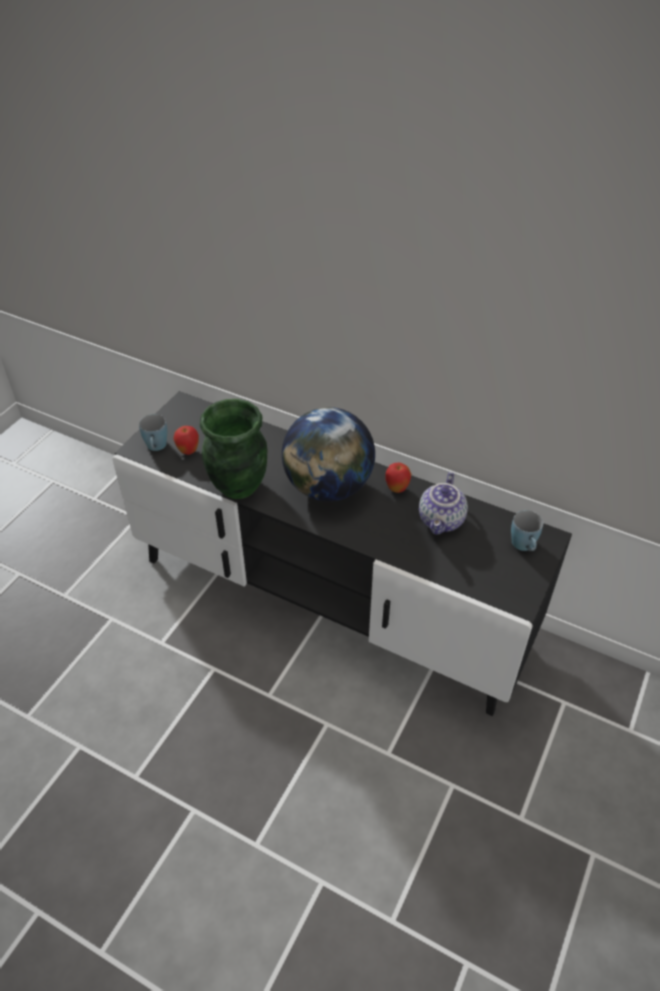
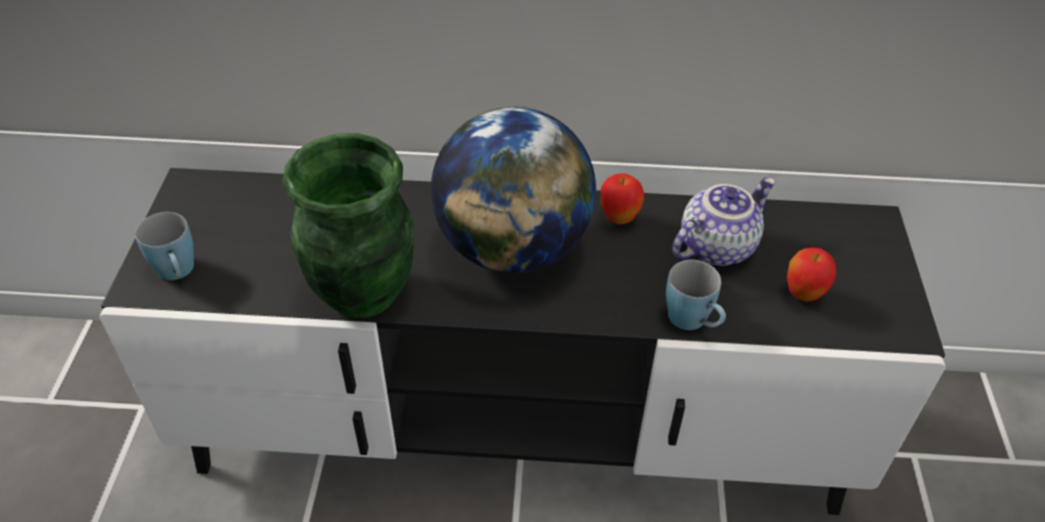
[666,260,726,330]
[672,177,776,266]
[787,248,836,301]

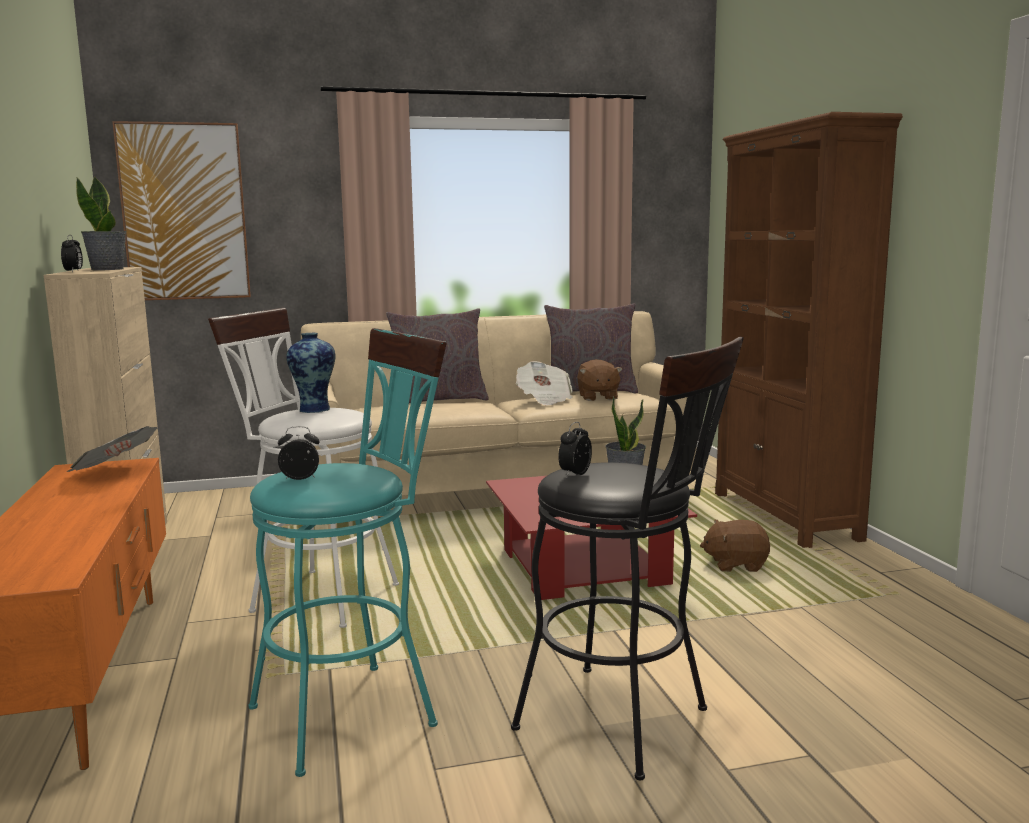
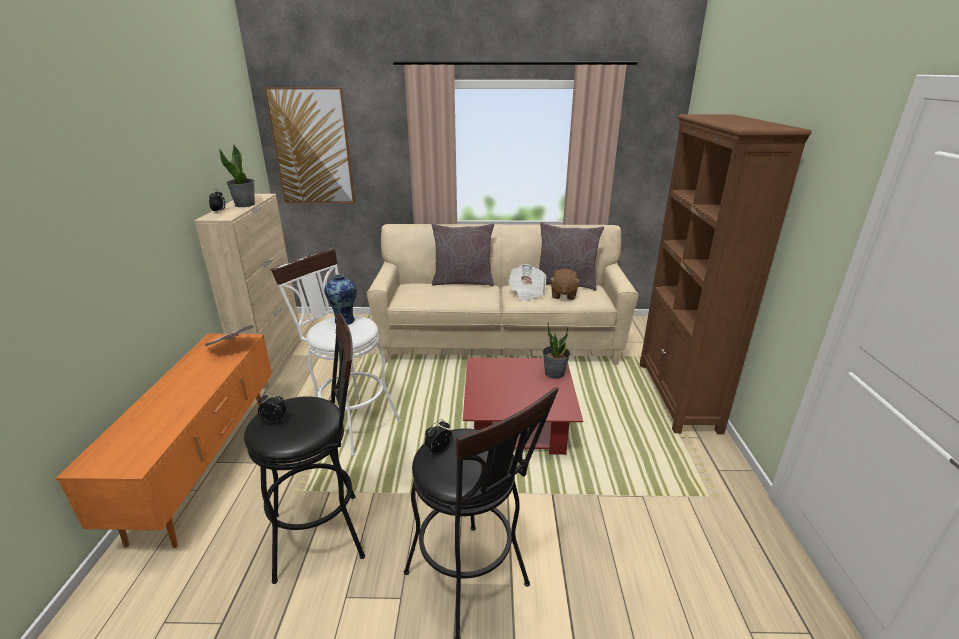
[244,313,365,584]
[700,520,770,572] (first image)

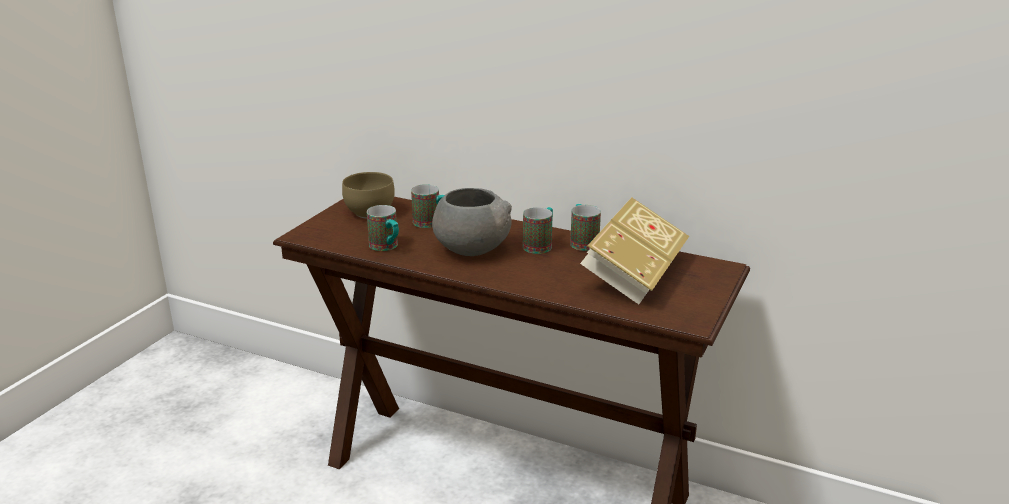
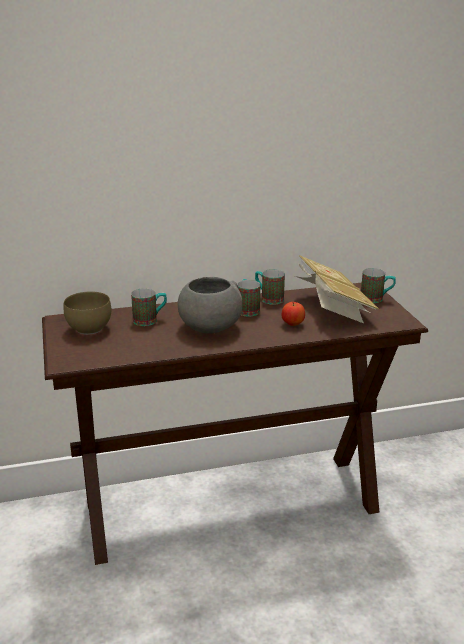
[282,302,305,326]
[361,268,396,303]

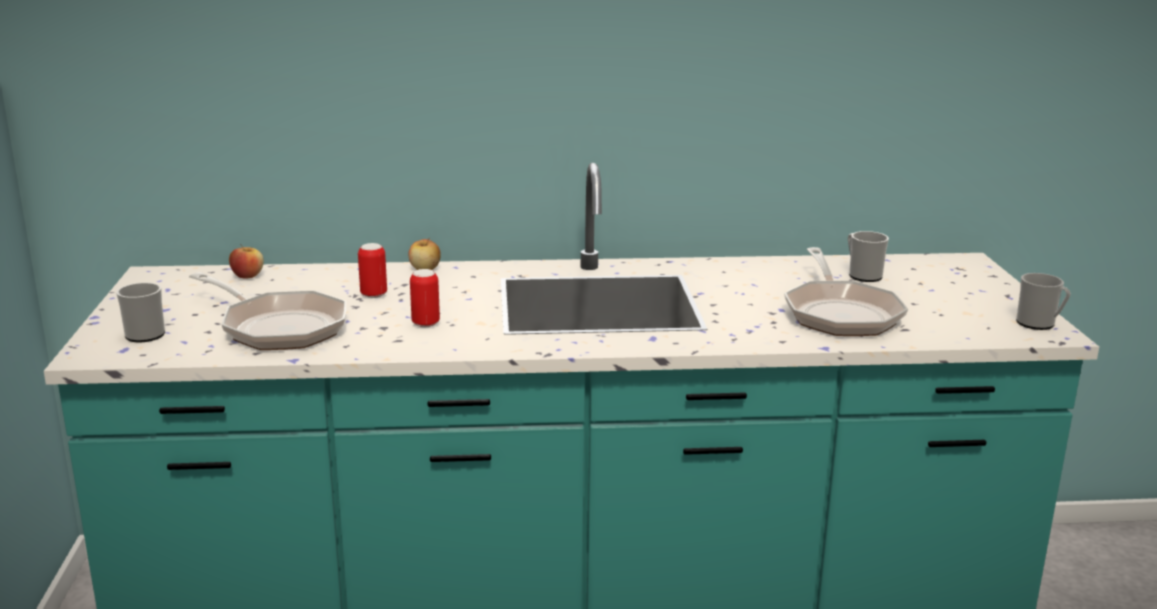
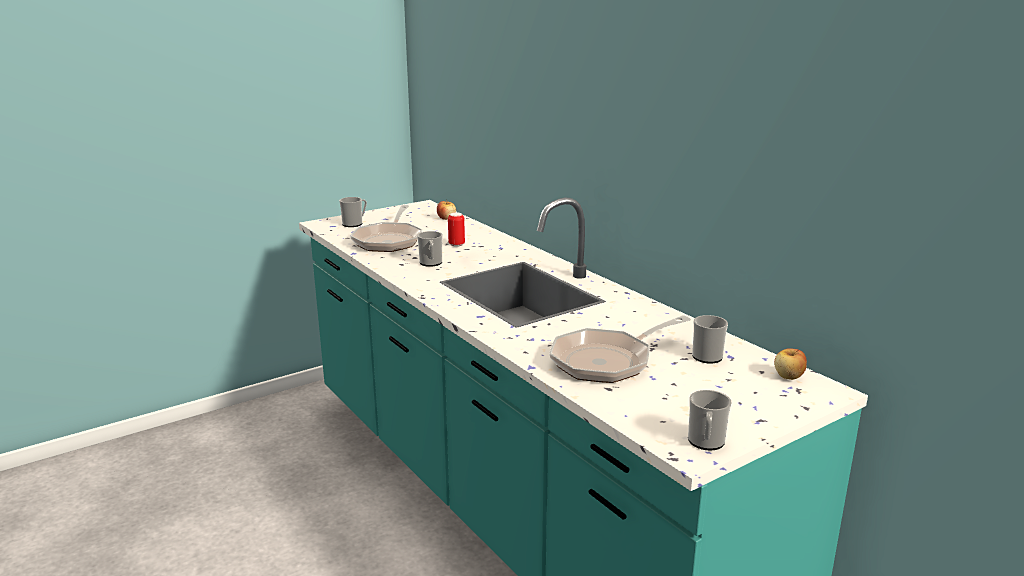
[417,231,443,267]
[774,348,807,380]

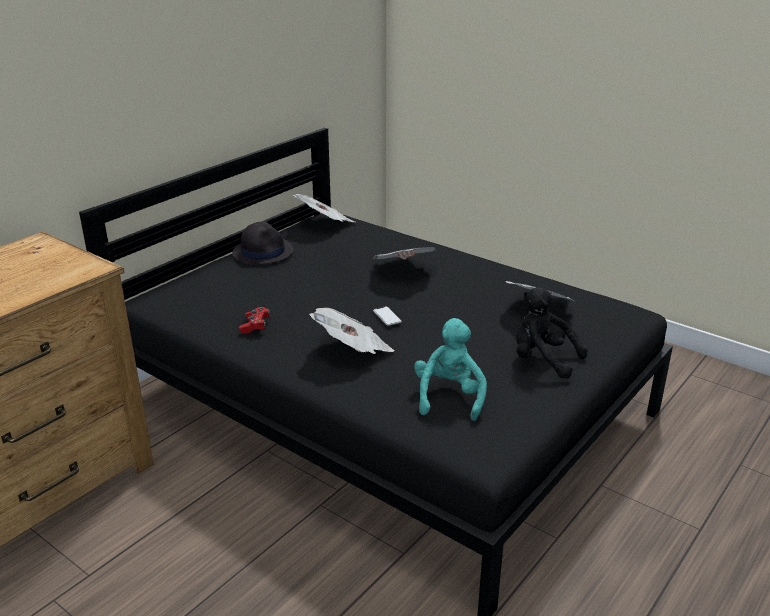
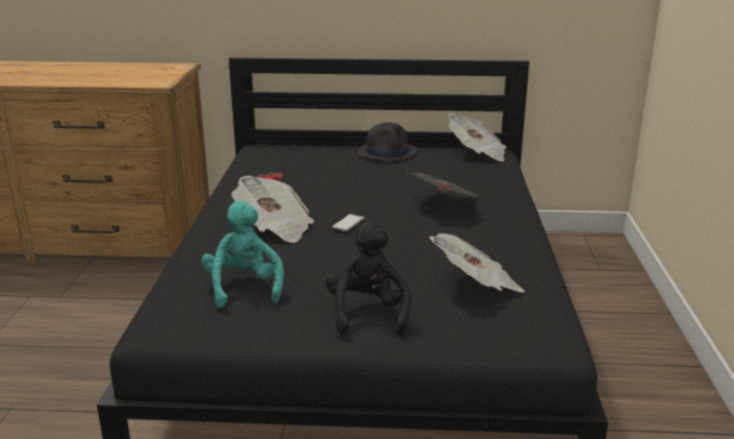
[201,201,284,308]

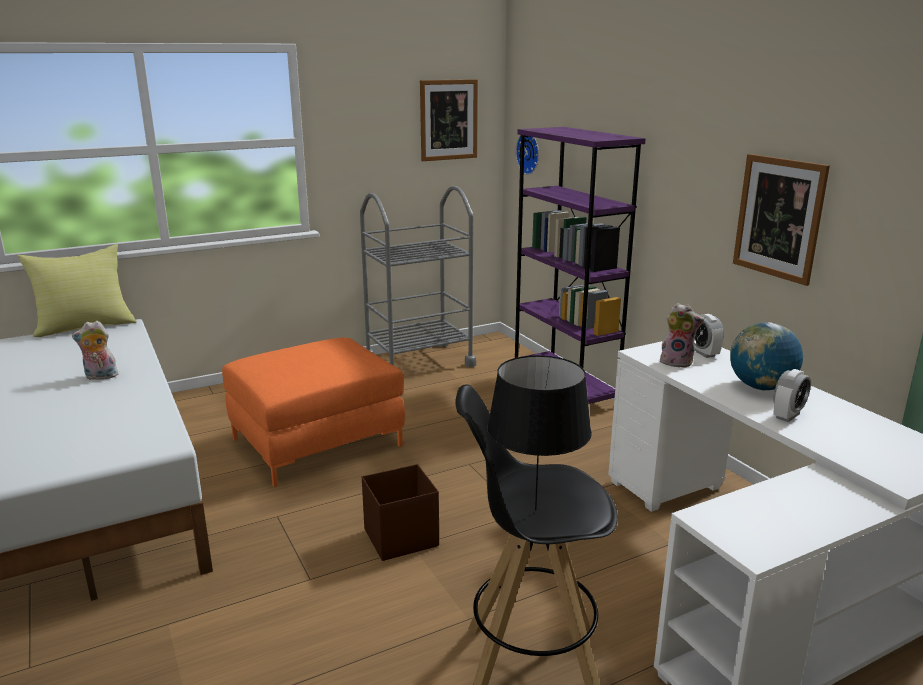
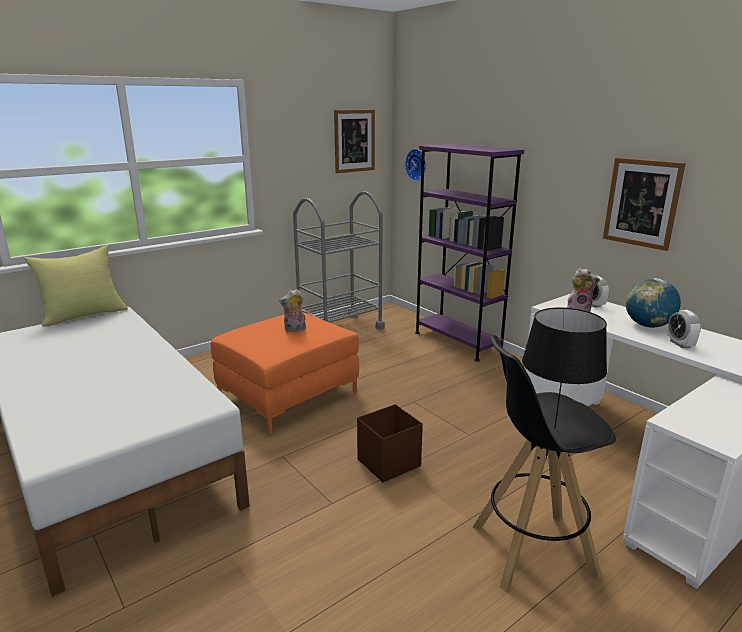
[279,289,306,332]
[667,310,701,348]

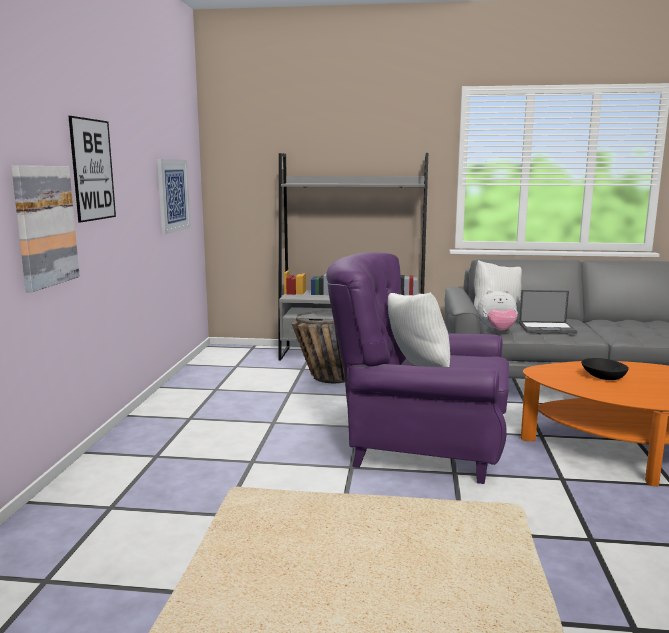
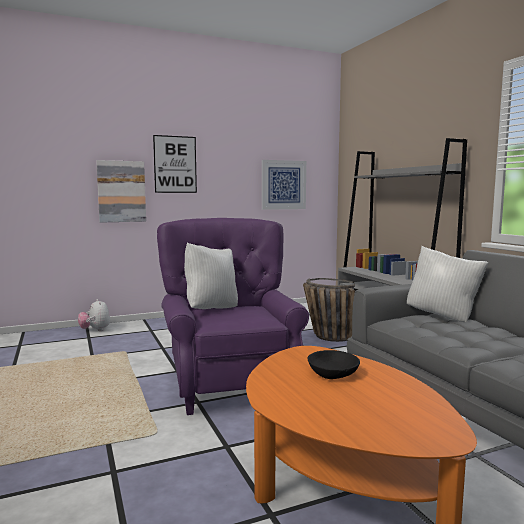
[78,299,110,331]
[519,290,577,334] (first image)

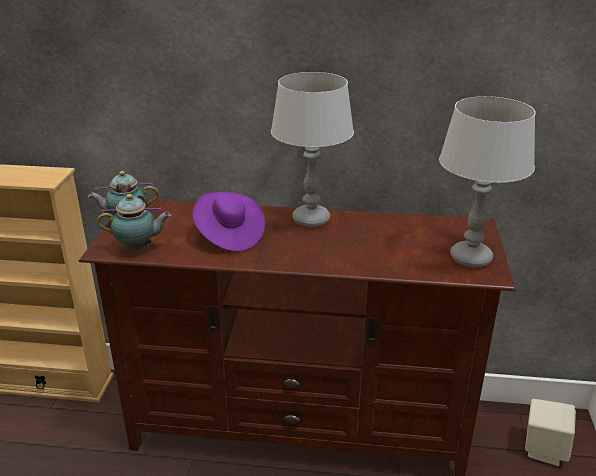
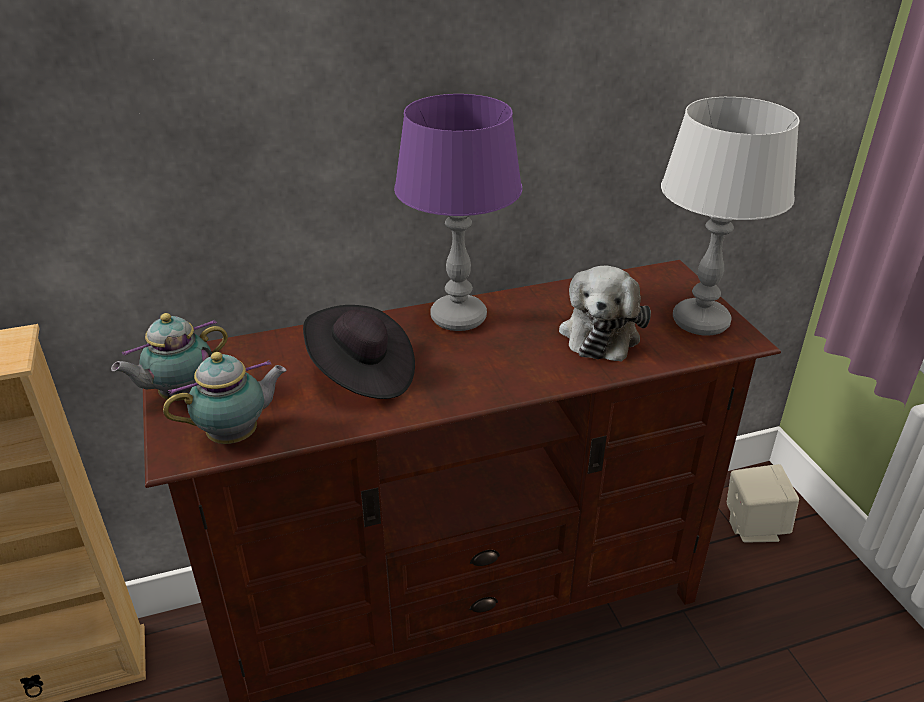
[303,305,415,399]
[394,94,522,331]
[559,265,651,362]

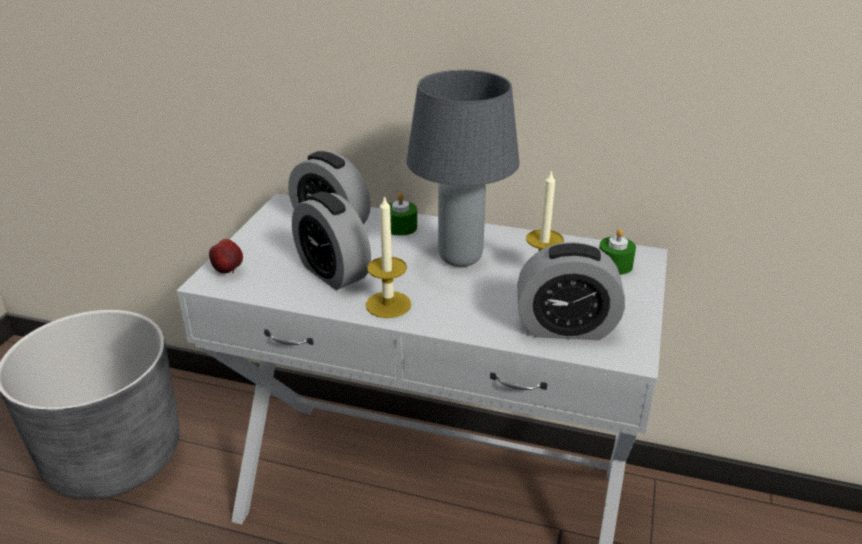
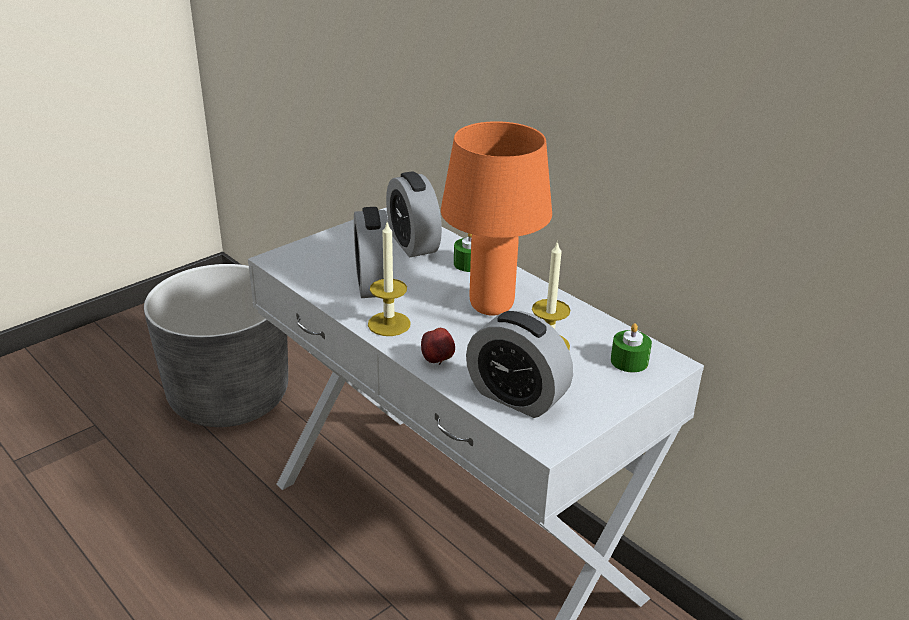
[421,328,455,365]
[441,121,552,316]

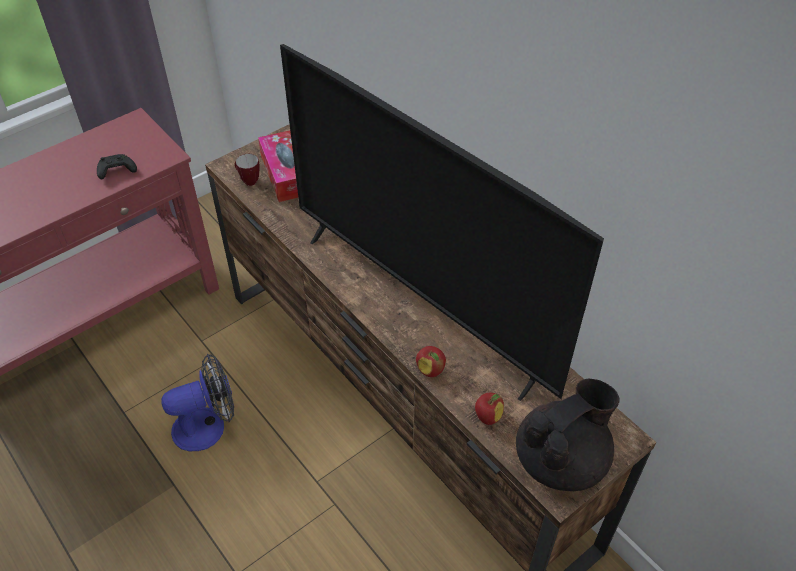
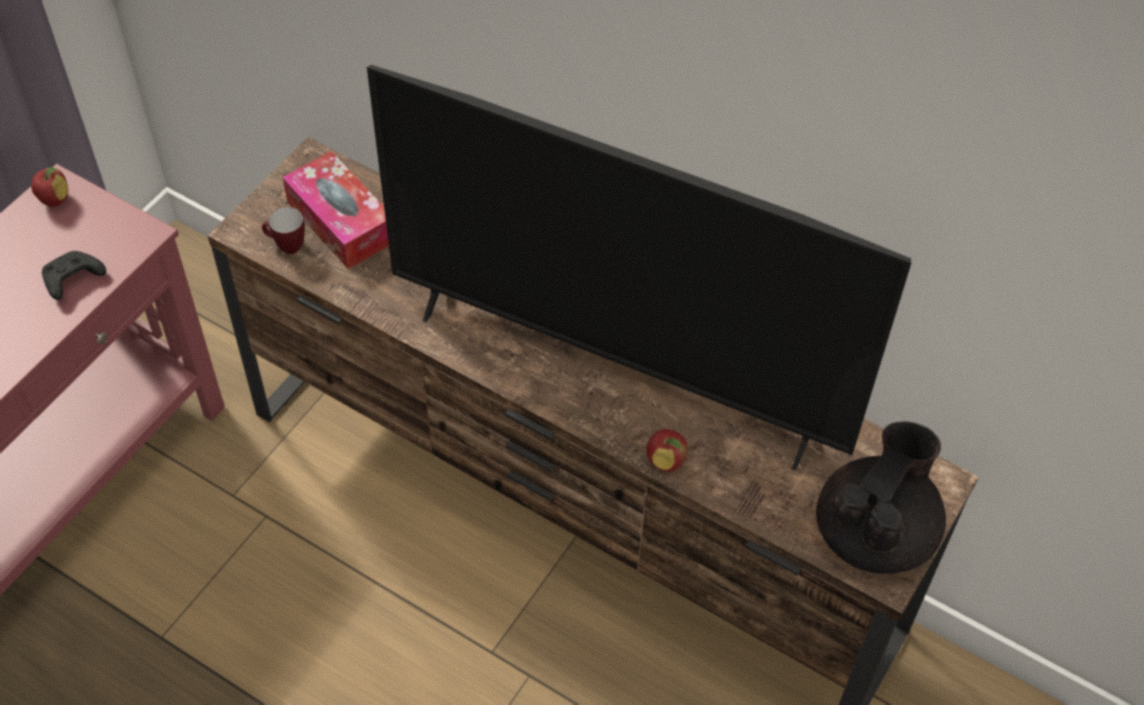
[31,167,68,207]
[161,354,234,451] (first image)

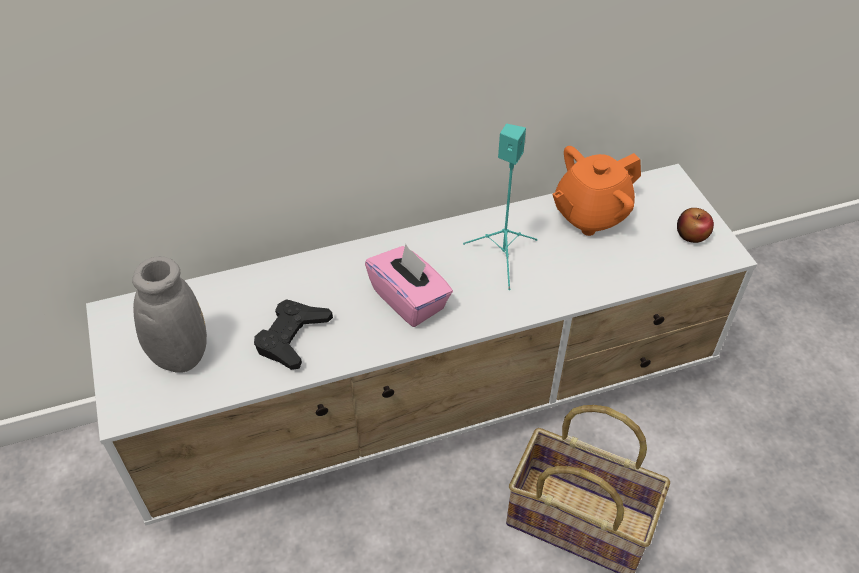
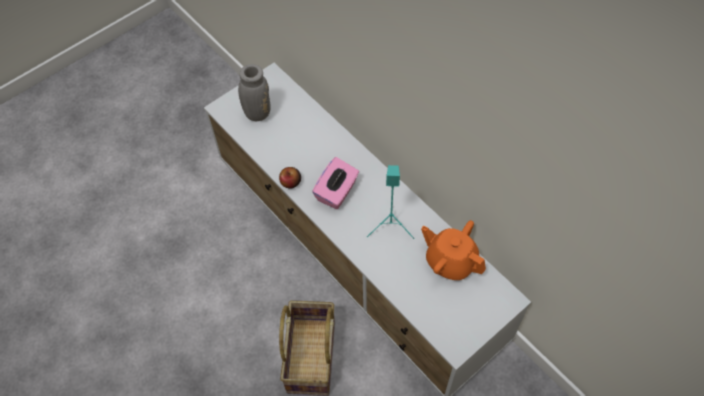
[279,167,301,188]
[254,299,333,370] (first image)

